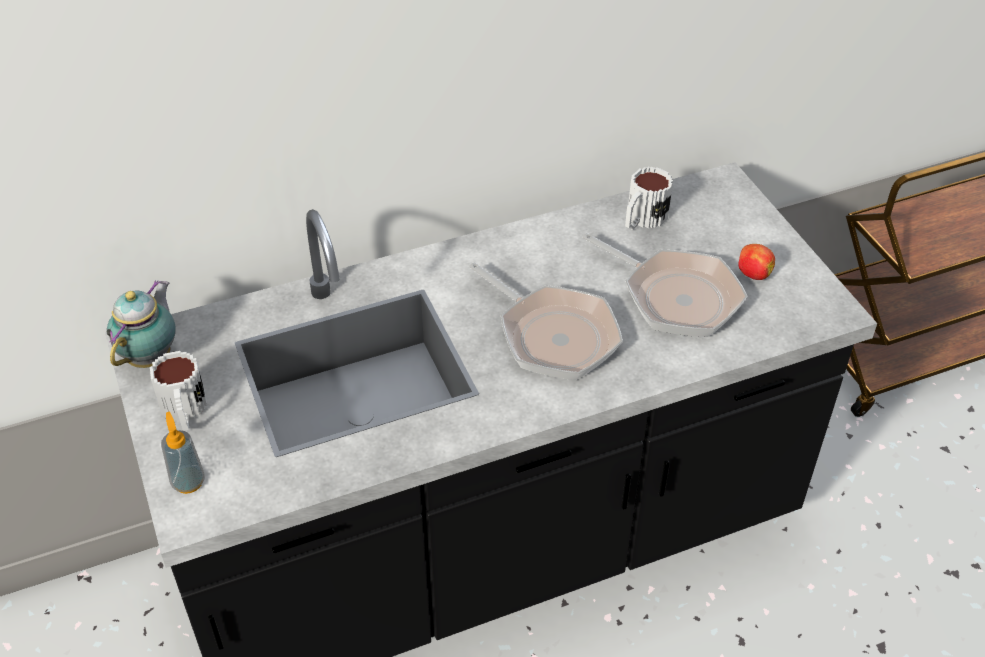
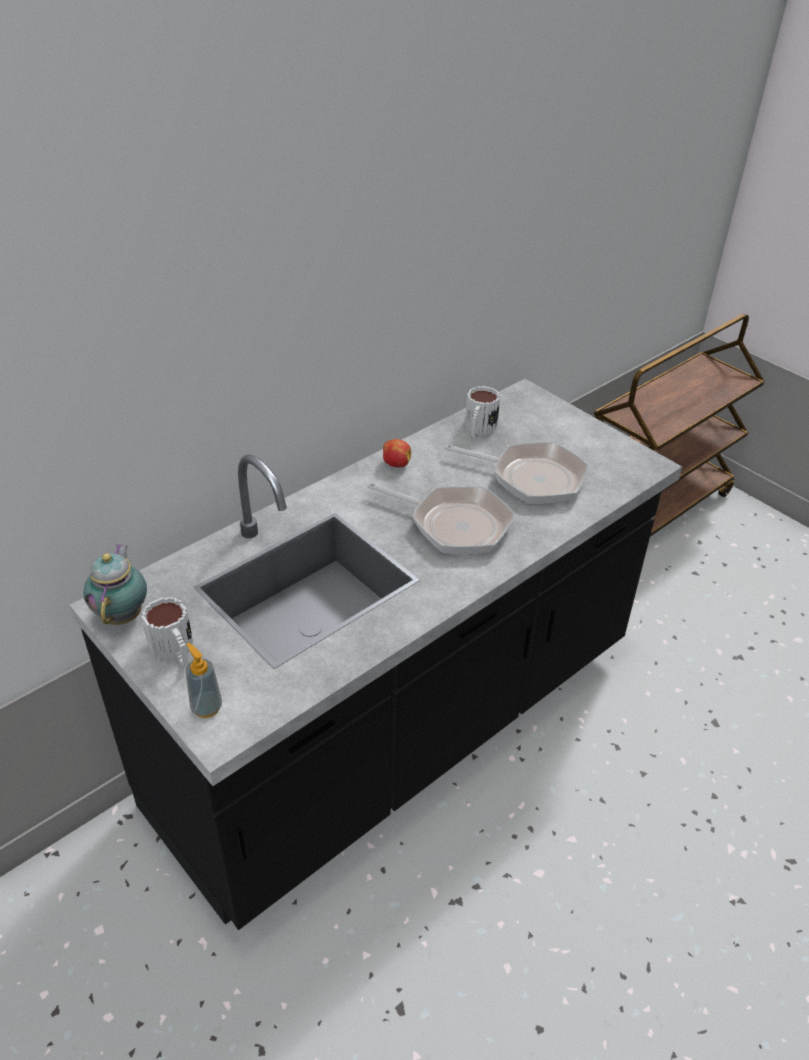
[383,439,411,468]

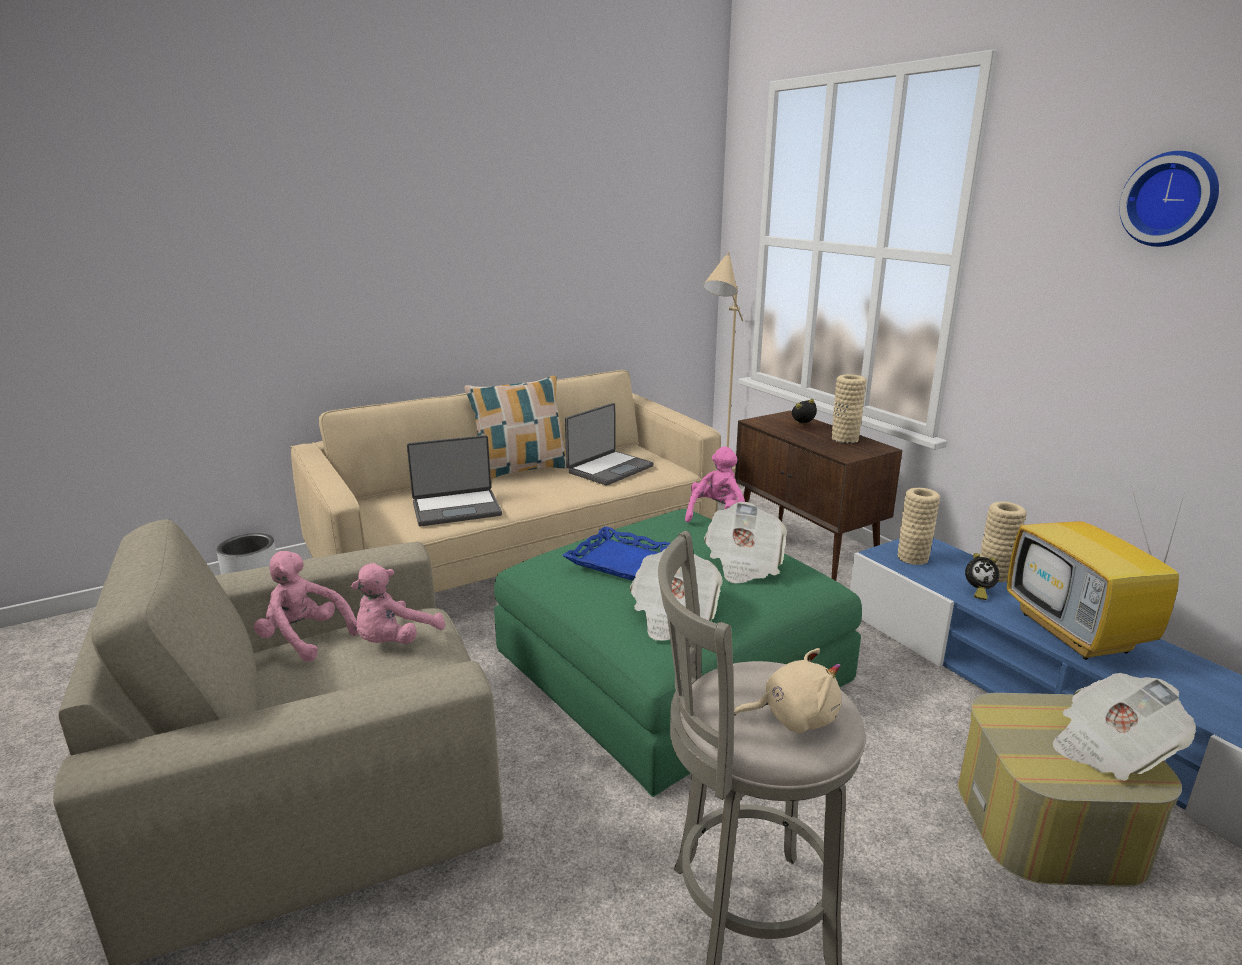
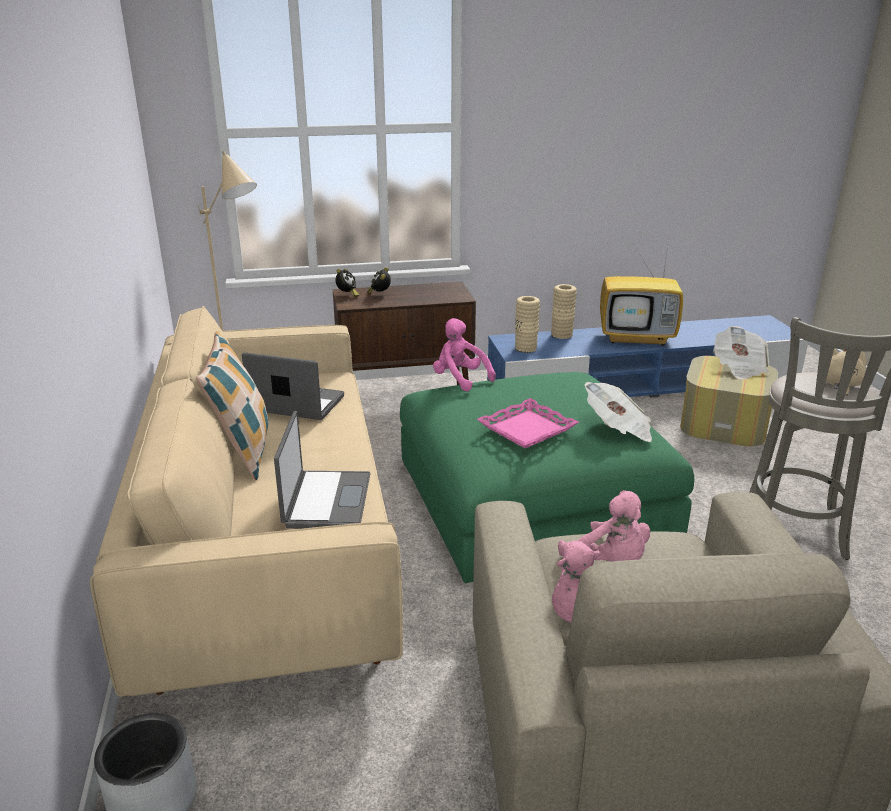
[242,352,344,420]
[336,269,359,297]
[477,398,579,448]
[704,502,787,583] (first image)
[832,374,866,444] (first image)
[1119,151,1219,247] (first image)

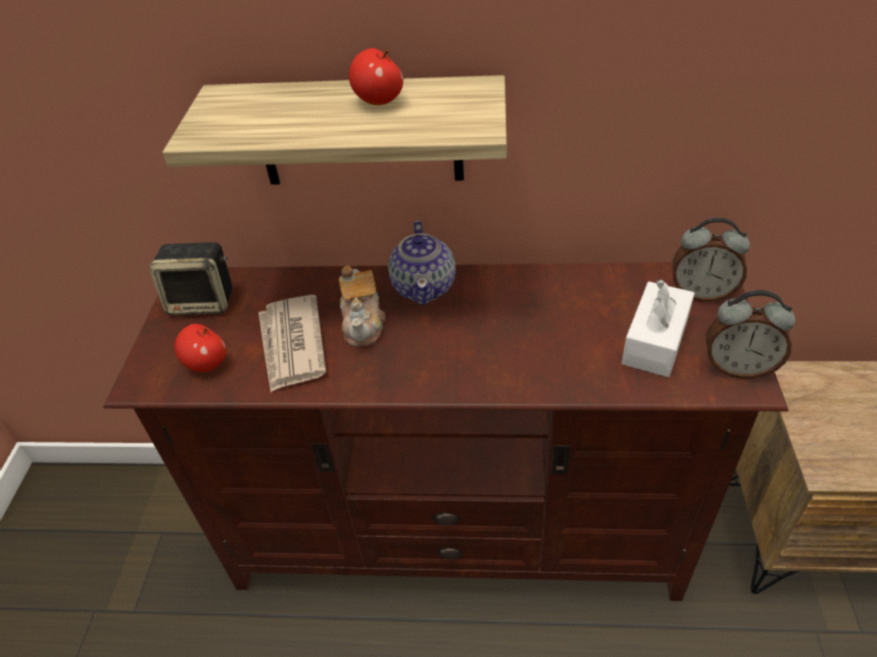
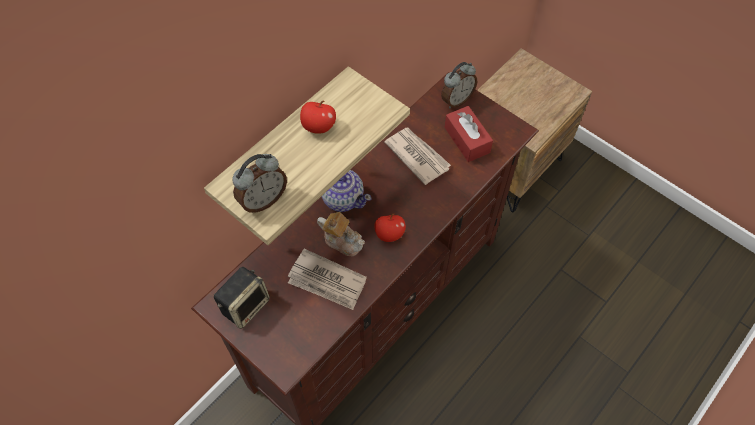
[232,154,287,213]
[375,214,406,242]
[384,128,451,185]
[444,106,493,162]

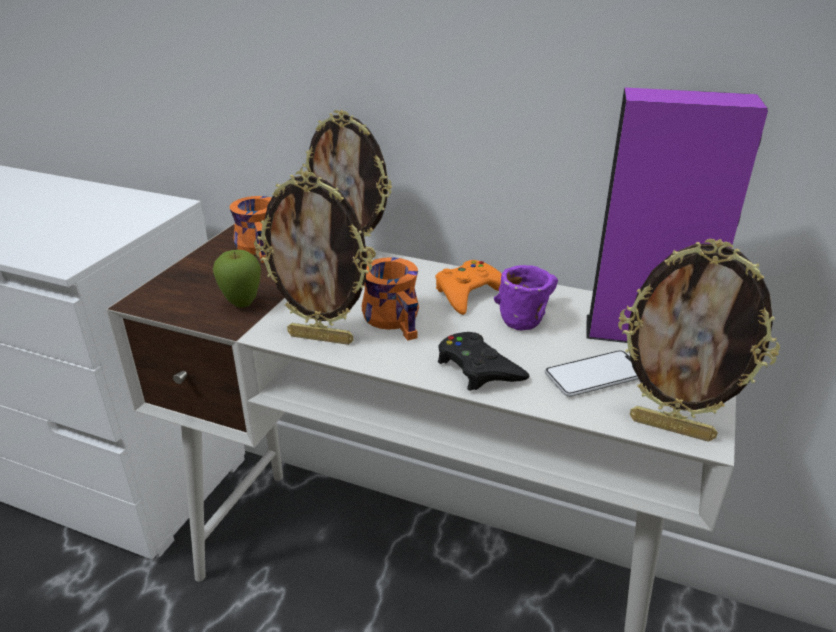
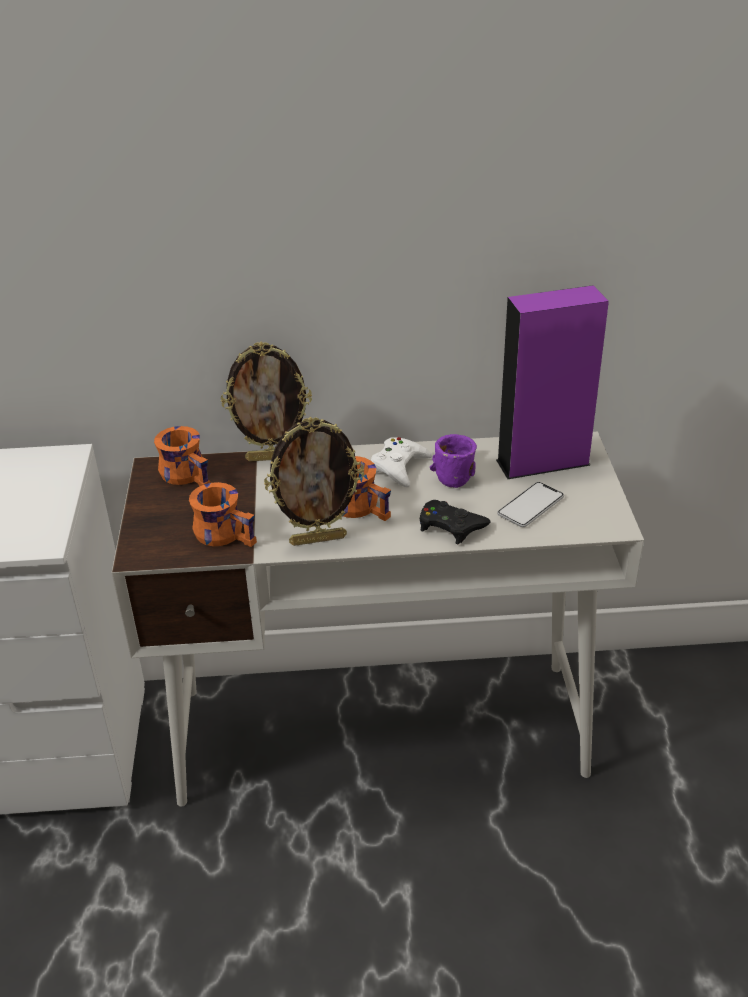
[189,482,257,547]
[371,437,432,487]
[618,239,780,442] (first image)

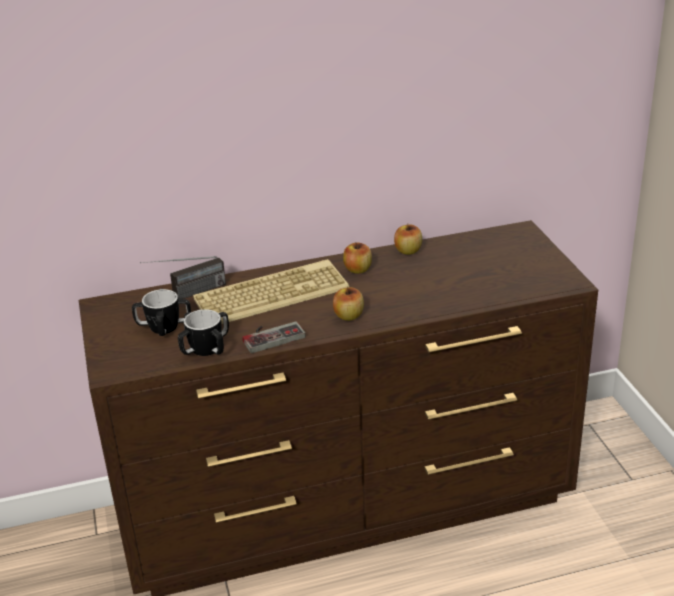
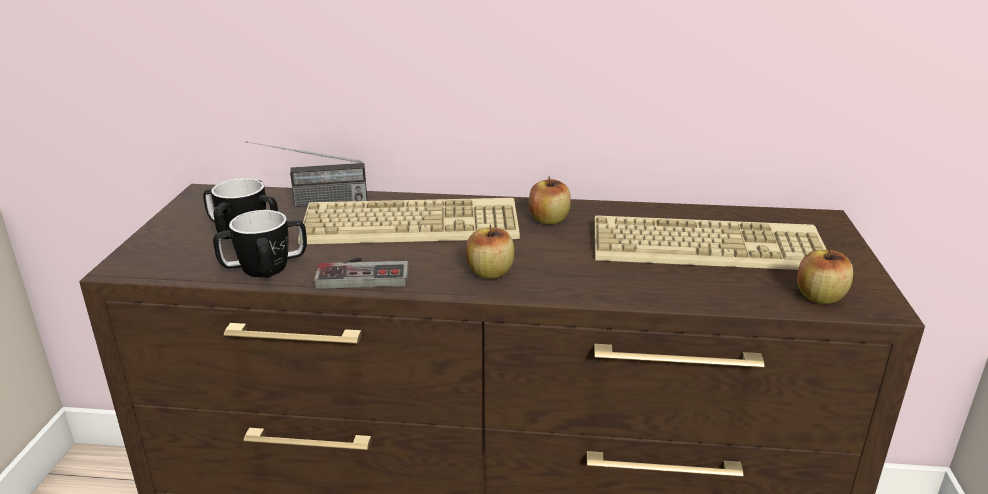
[595,215,827,270]
[797,247,853,304]

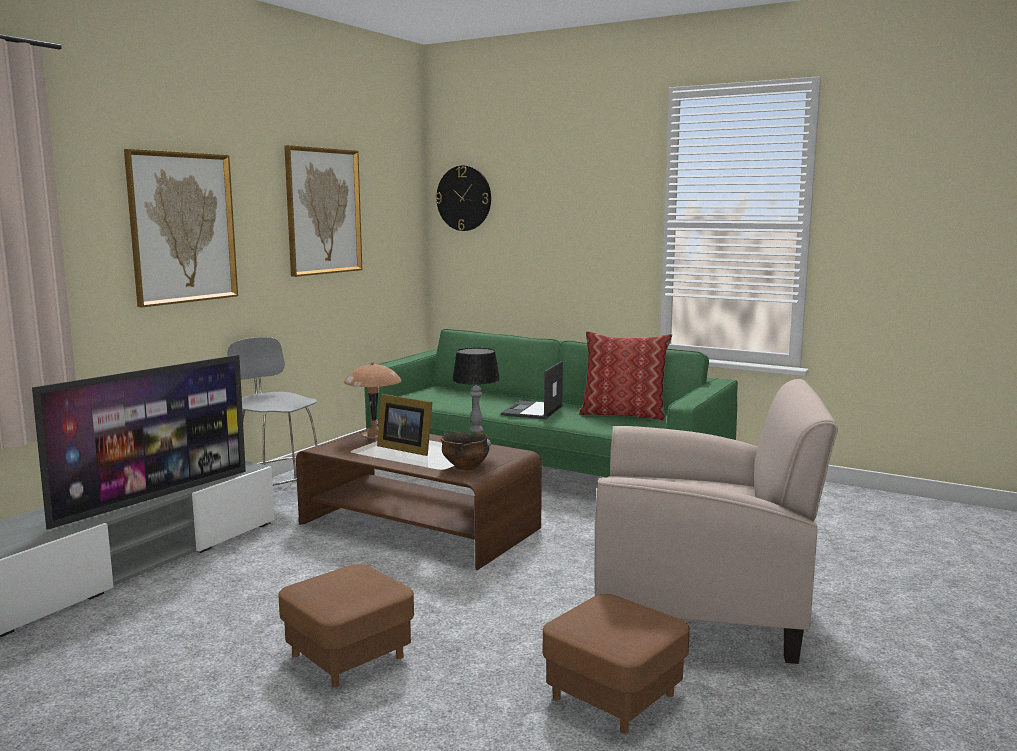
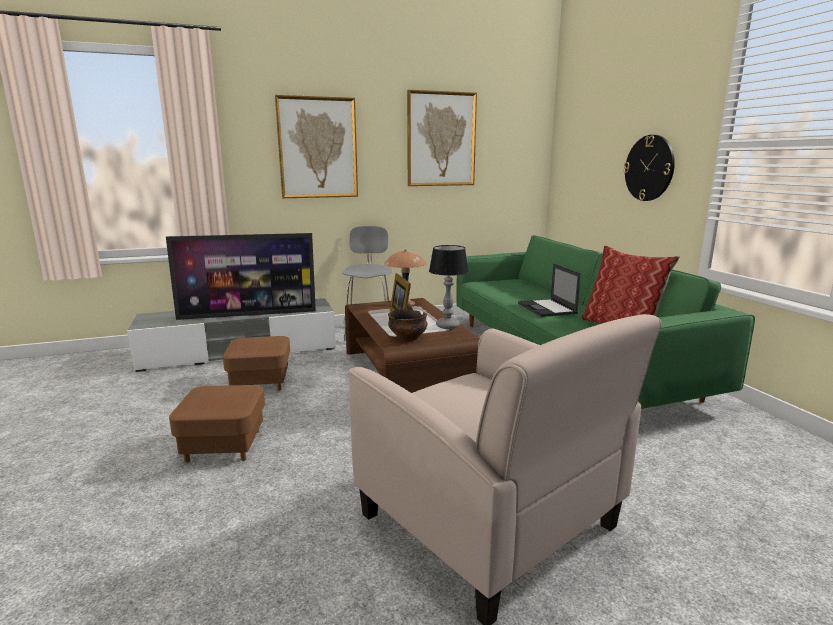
[223,336,290,391]
[518,264,581,317]
[623,135,675,201]

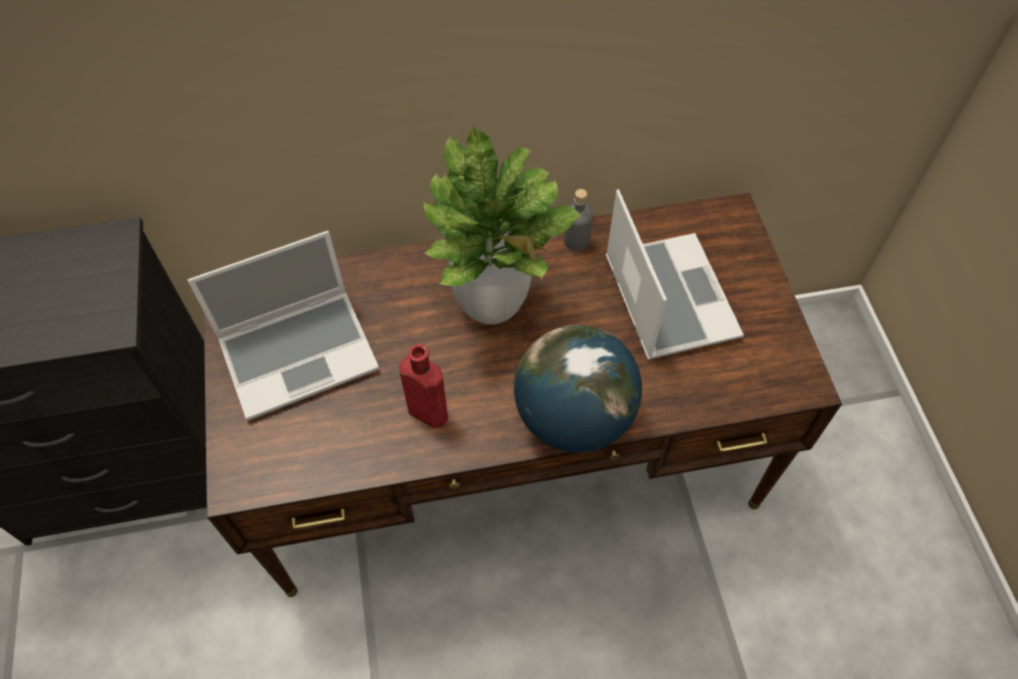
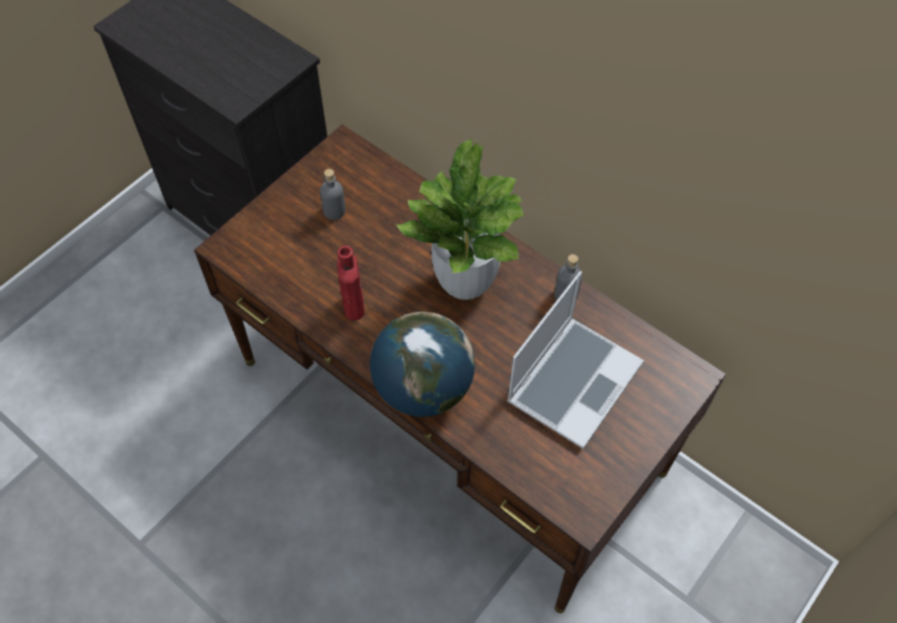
[320,169,346,220]

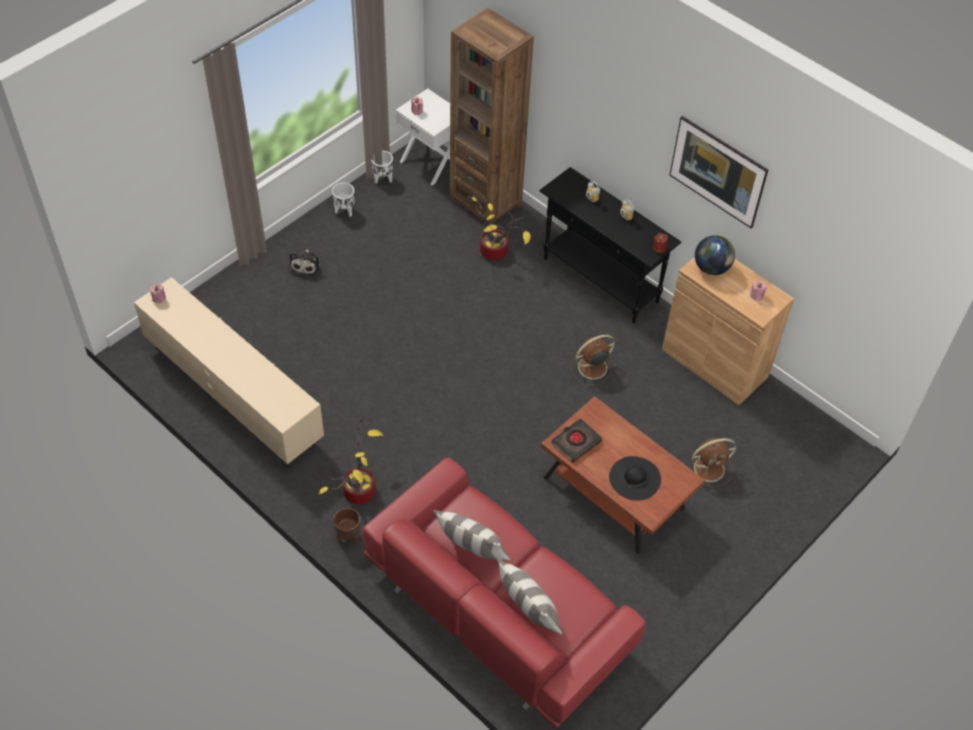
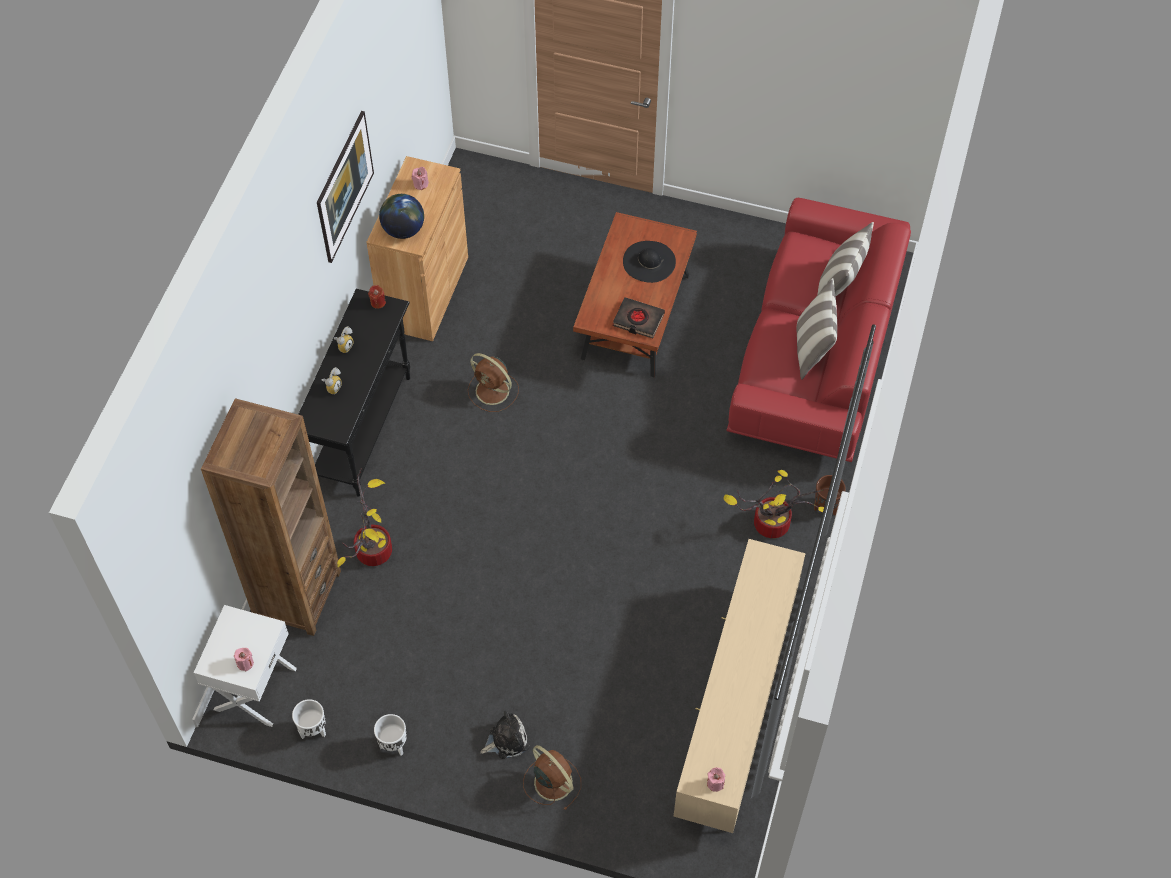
[523,745,581,811]

